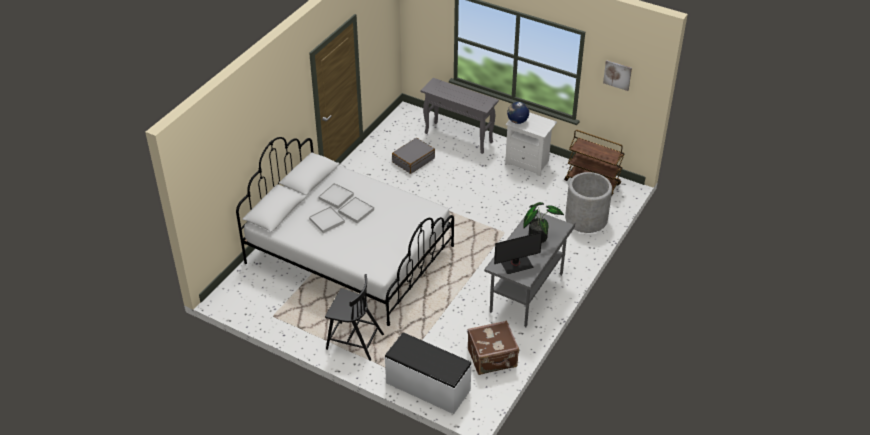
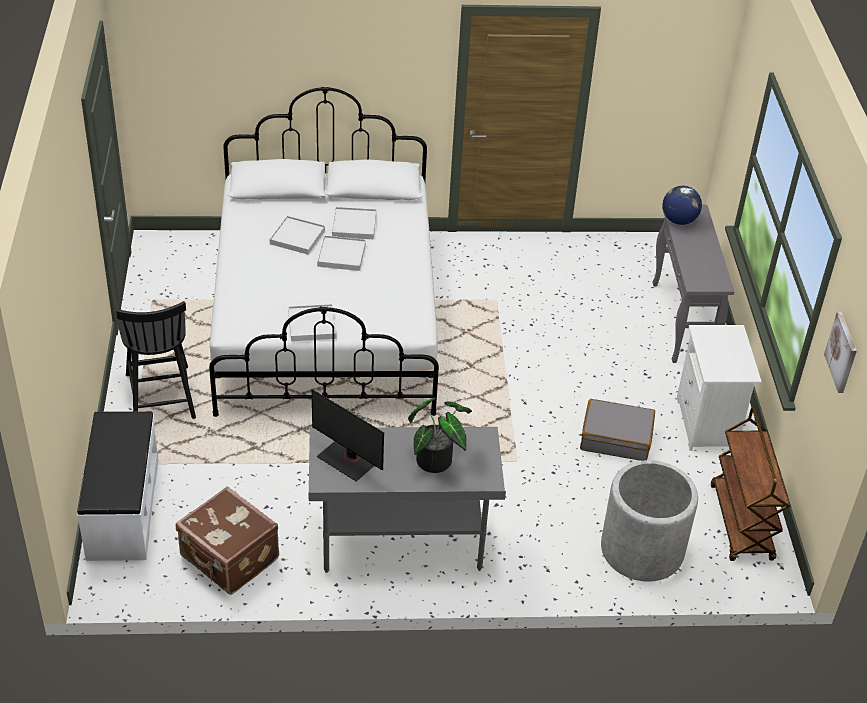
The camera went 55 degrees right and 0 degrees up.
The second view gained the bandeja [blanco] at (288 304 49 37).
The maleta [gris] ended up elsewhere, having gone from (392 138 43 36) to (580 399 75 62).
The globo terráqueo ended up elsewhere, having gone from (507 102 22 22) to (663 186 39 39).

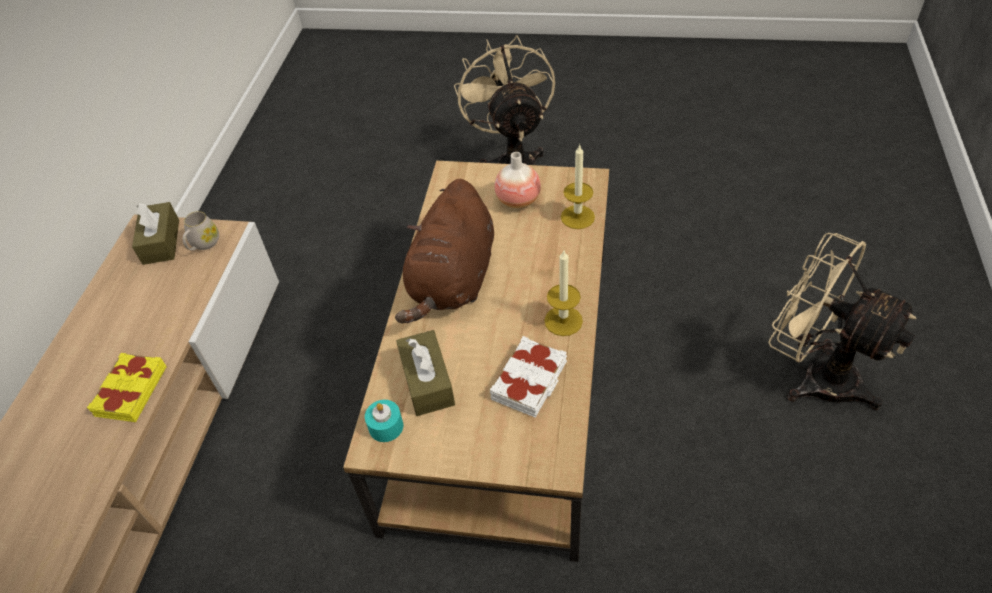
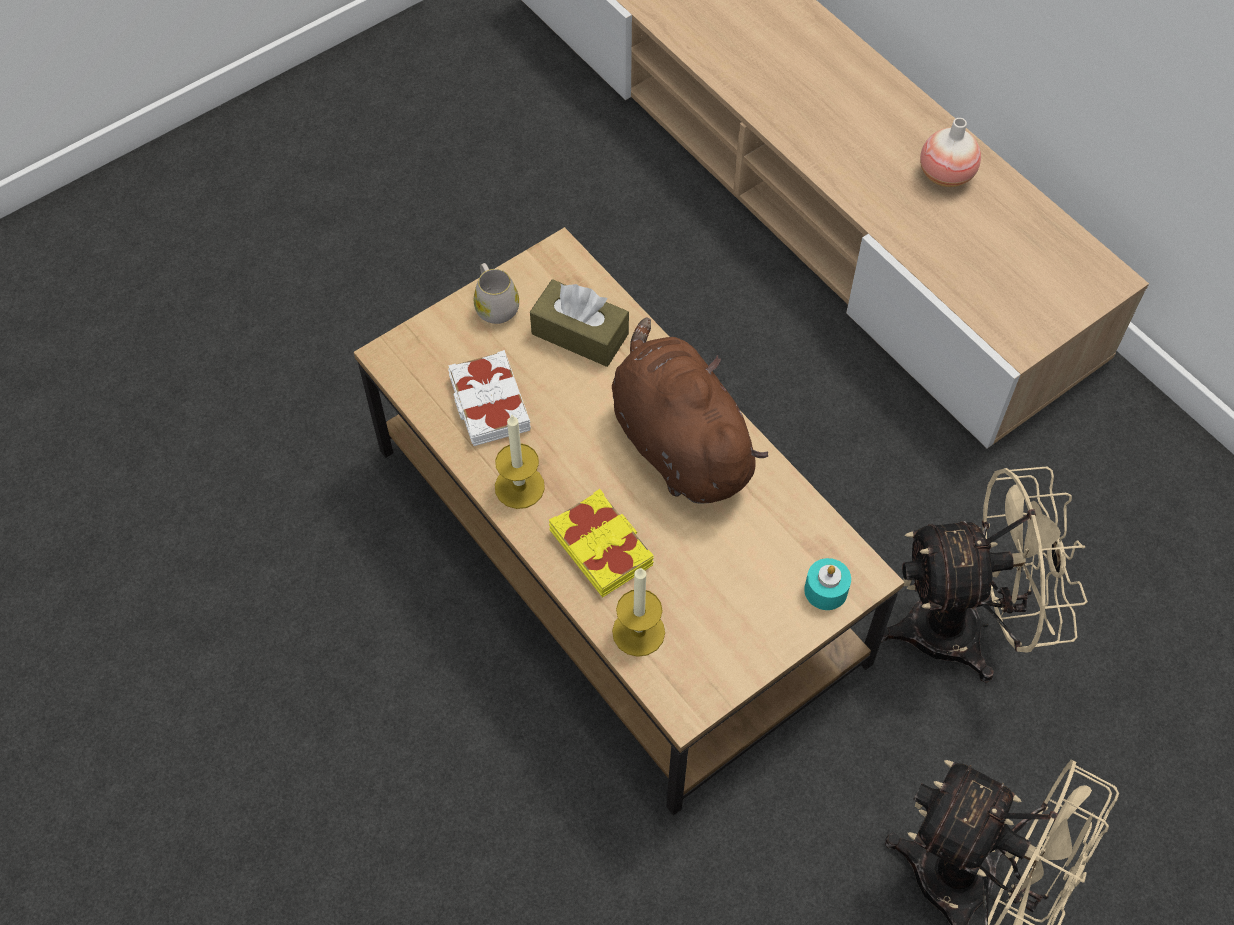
The camera went 130 degrees right and 10 degrees up.
The taza grande [blanco] ended up elsewhere, having gone from (183 211 36 40) to (474 263 45 61).
The libro [amarillo] ended up elsewhere, having gone from (87 353 80 69) to (549 489 105 109).
The vela [turquesa] ended up elsewhere, having gone from (365 400 38 42) to (804 558 47 52).
The ventilador [beis] ended up elsewhere, having gone from (768 233 149 177) to (881 466 207 217).
The florero ended up elsewhere, having gone from (495 152 46 56) to (920 118 61 69).
The second view lost the caja de pañuelos [marrón] at (132 202 47 63).

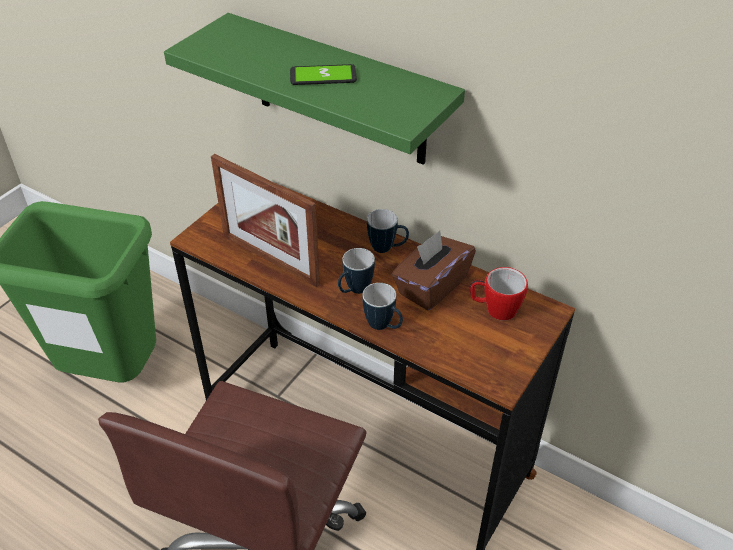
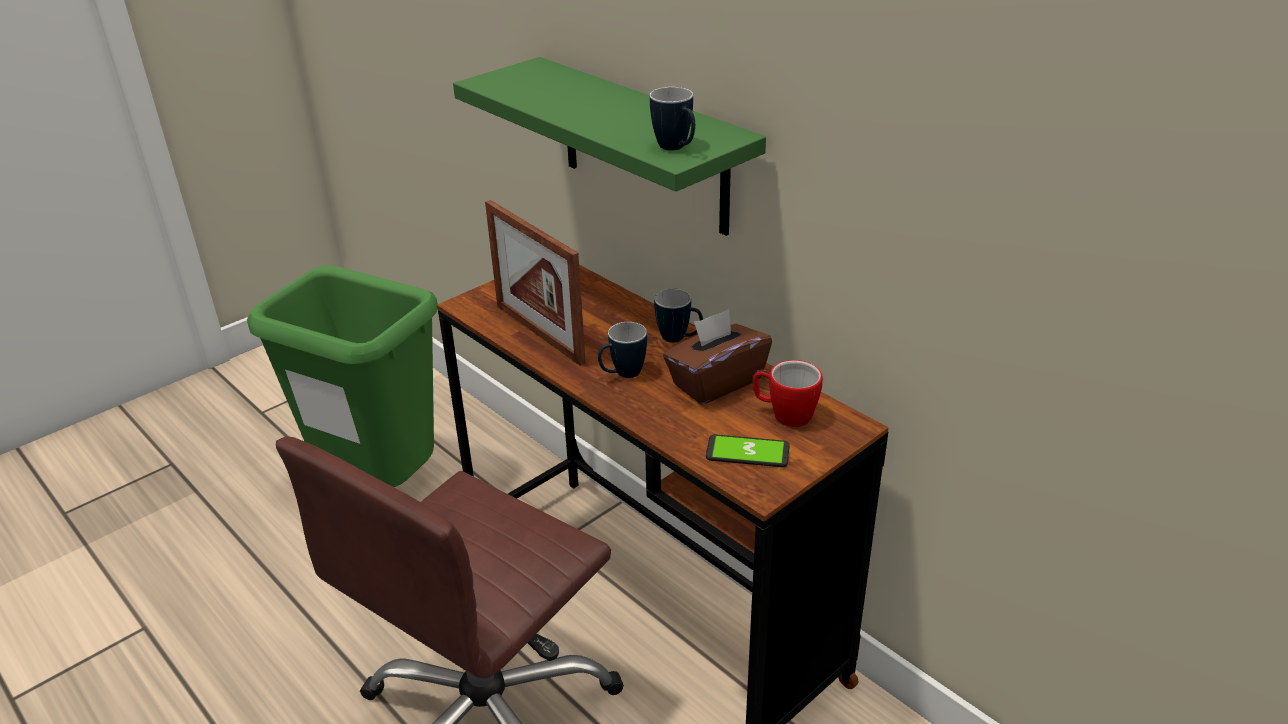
The camera went 15 degrees right and 10 degrees down.
The taza grande ended up elsewhere, having gone from (362 283 41 47) to (650 87 45 64).
The móvil ended up elsewhere, having gone from (290 64 67 21) to (706 434 84 33).

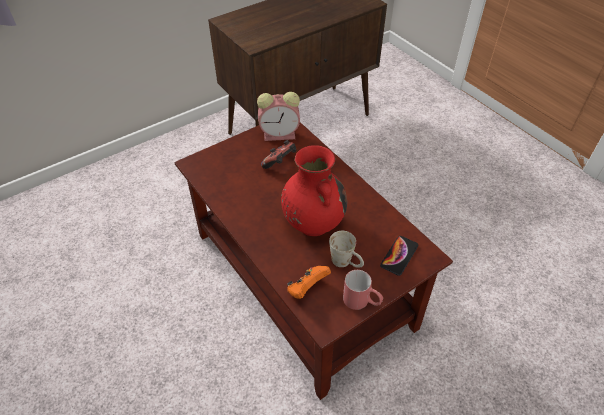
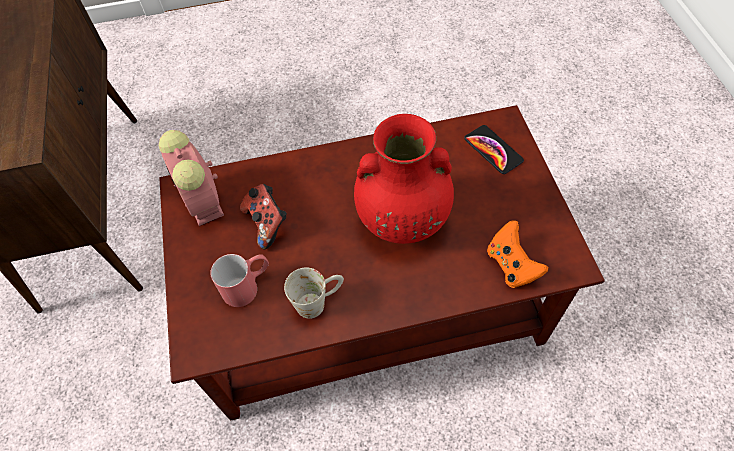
The camera went 65 degrees left and 10 degrees up.
The despertador at (257 92 43 49) ended up facing another way, 135 degrees clockwise from before.
The taza grande [rojo] ended up elsewhere, having gone from (343 270 40 40) to (210 254 59 53).
The taza grande [blanco] ended up elsewhere, having gone from (329 231 35 37) to (284 268 60 51).

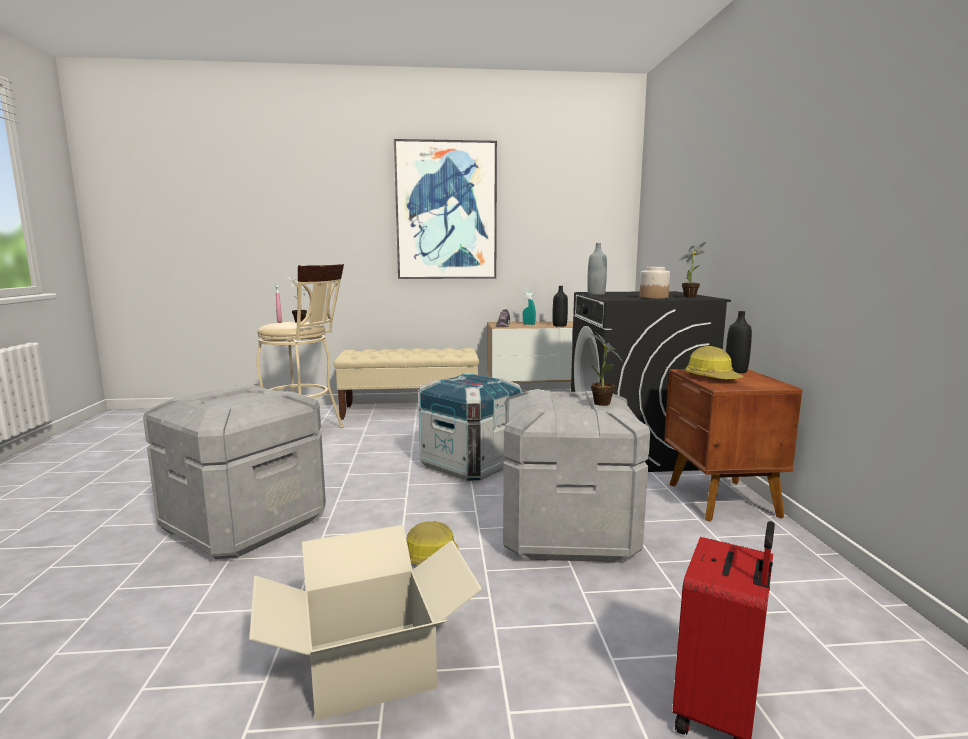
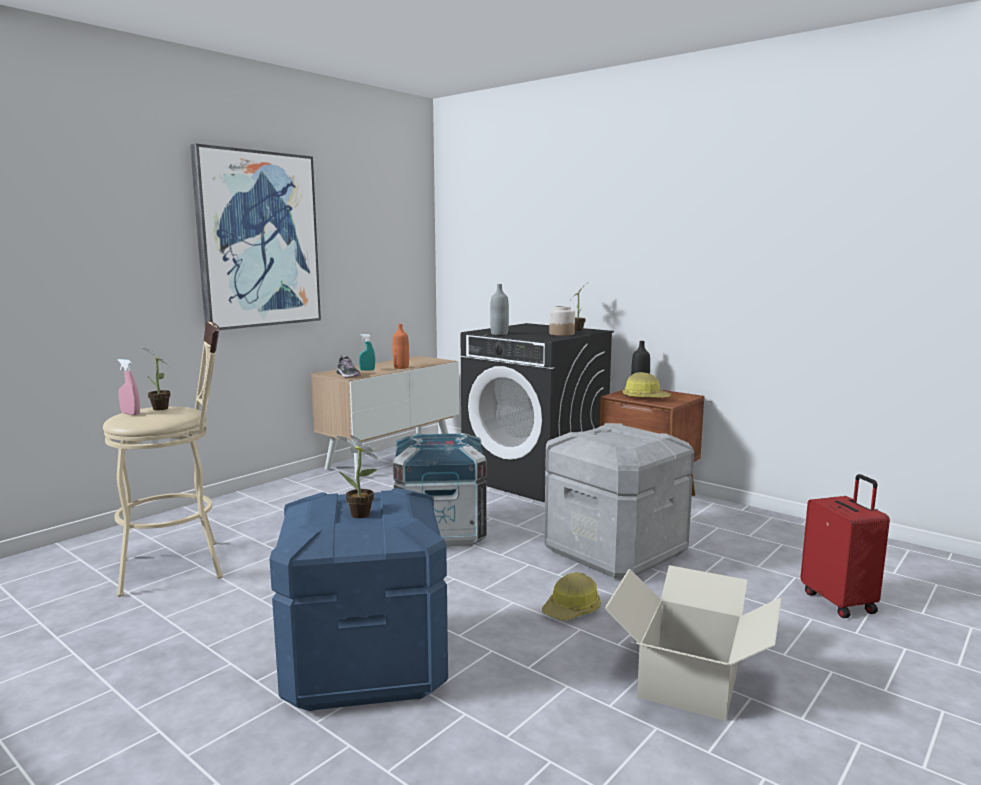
The camera went 45 degrees left and 0 degrees up.
What was the caja de almacenaje [gris] at (143 384 183 175) turned into the caja de almacenaje [azul] at (269 488 179 223).
The planta en maceta ended up elsewhere, having gone from (591 332 32 74) to (336 435 45 83).
What was the botella [negro] at (552 286 16 41) turned into the botella [naranja] at (392 324 17 45).
The second view lost the banco [beis] at (334 348 145 72).

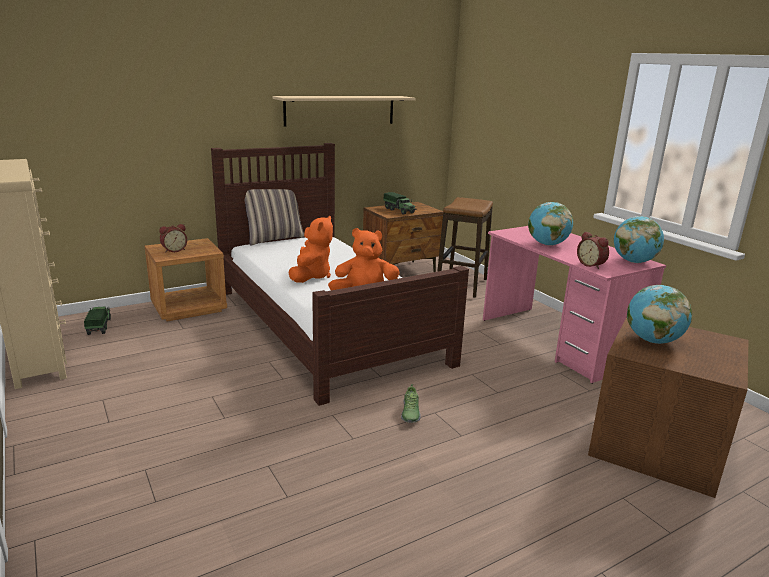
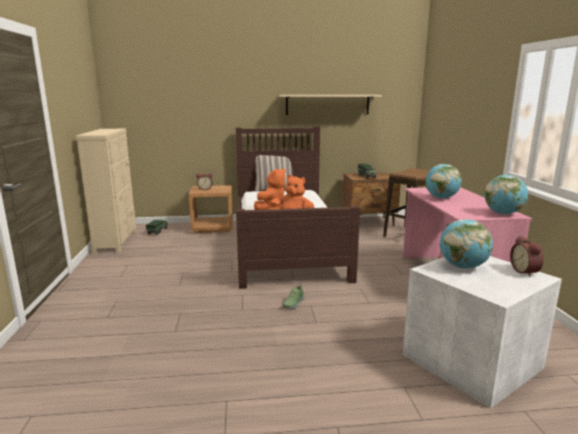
The camera went 25 degrees right and 5 degrees down.
What was the caja de almacenaje [marrón] at (588 317 160 181) turned into the caja de almacenaje [blanco] at (403 256 159 152).
The despertador ended up elsewhere, having gone from (577 232 32 37) to (510 236 34 41).

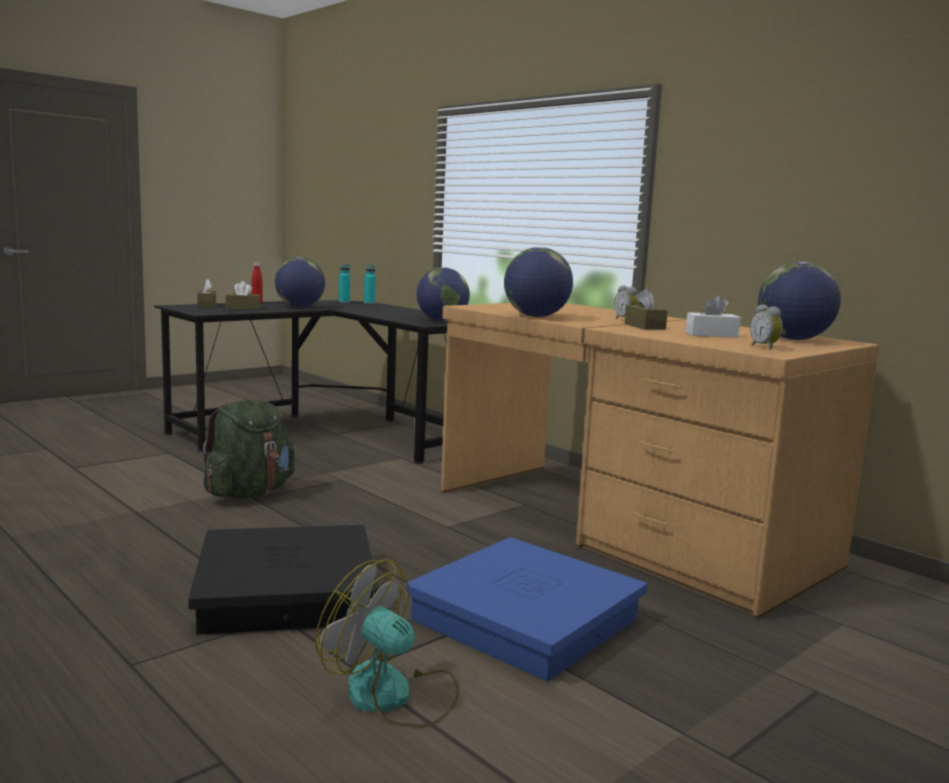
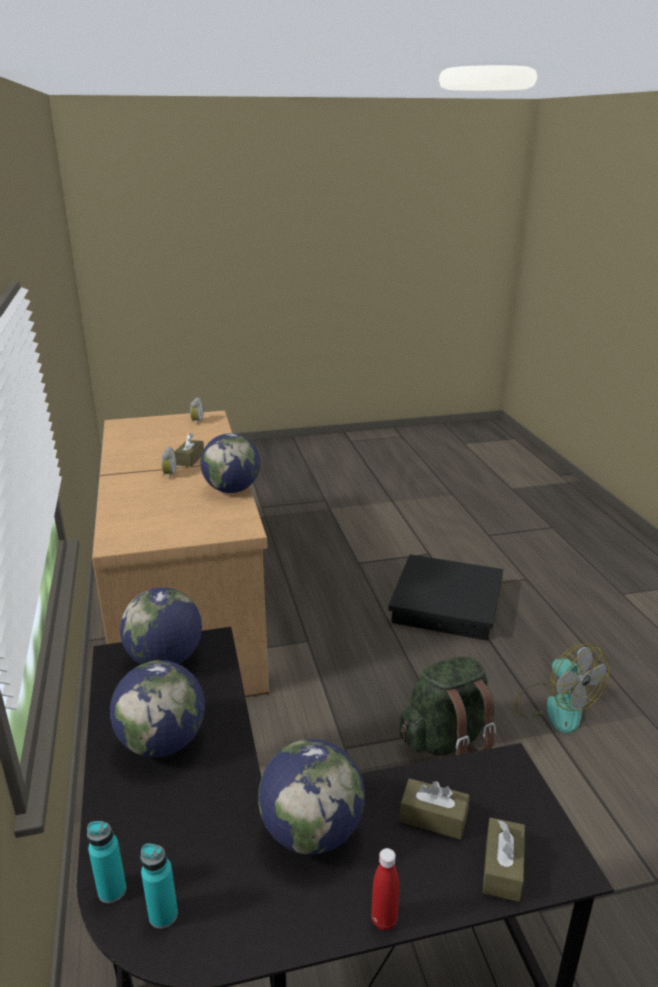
The camera went 150 degrees left and 15 degrees up.
The globo terráqueo ended up elsewhere, having gone from (758 262 83 78) to (110 660 95 97).
The ventilador ended up elsewhere, having gone from (315 559 144 169) to (515 644 94 89).
The second view lost the caja de almacenaje [azul] at (404 537 244 144).
The second view lost the caja de pañuelos [blanco] at (686 295 55 43).

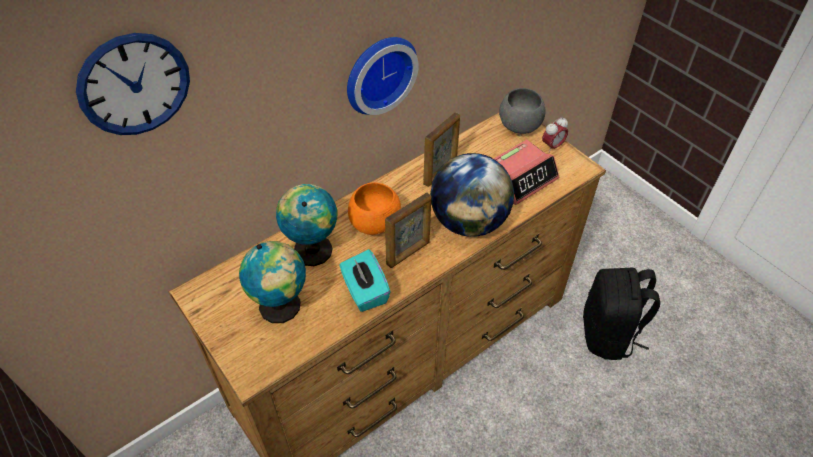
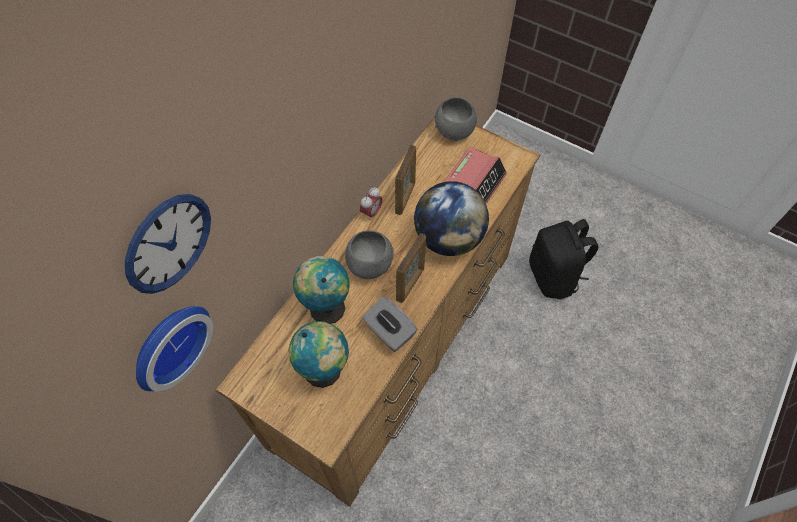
The camera went 20 degrees left and 10 degrees up.
The reloj de pared ended up elsewhere, having gone from (347 37 72 78) to (136 306 77 86).
What was the cuenco [naranja] at (348 182 53 53) turned into the cuenco [gris] at (345 230 49 49).
The despertador ended up elsewhere, having gone from (542 117 26 36) to (360 187 22 32).
What was the caja de pañuelos [turquesa] at (339 249 52 63) turned into the caja de pañuelos [gris] at (362 296 56 56).

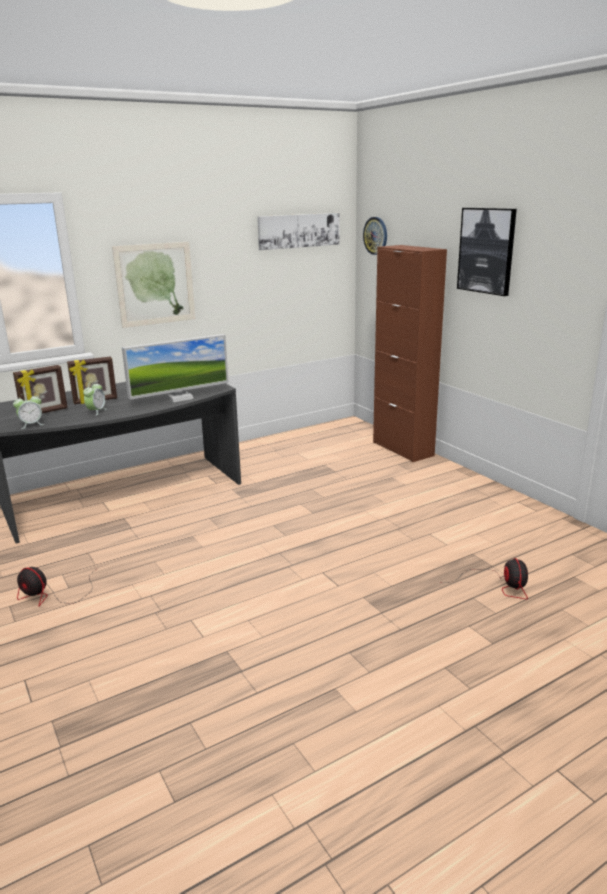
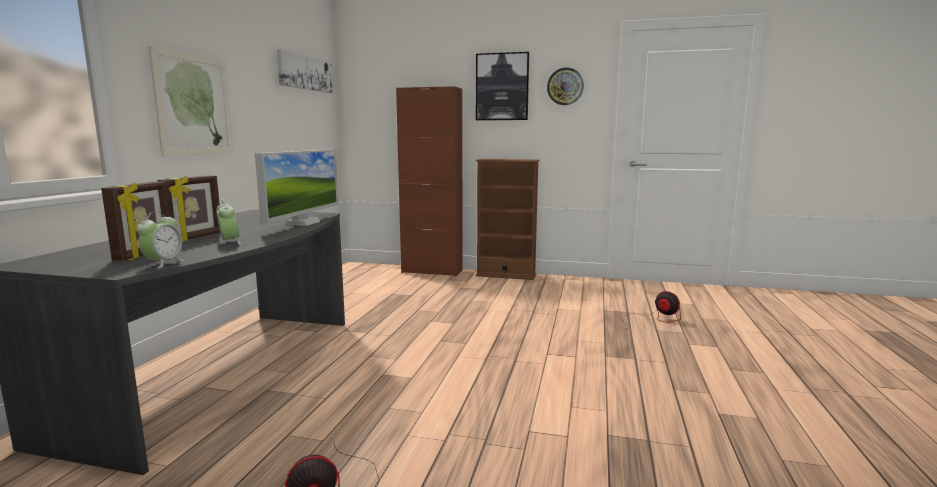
The camera went 45 degrees left and 10 degrees down.
The second view gained the estantería [marrón] at (476 159 63 121).
The reloj de pared ended up elsewhere, having gone from (363 217 24 38) to (547 68 37 37).

